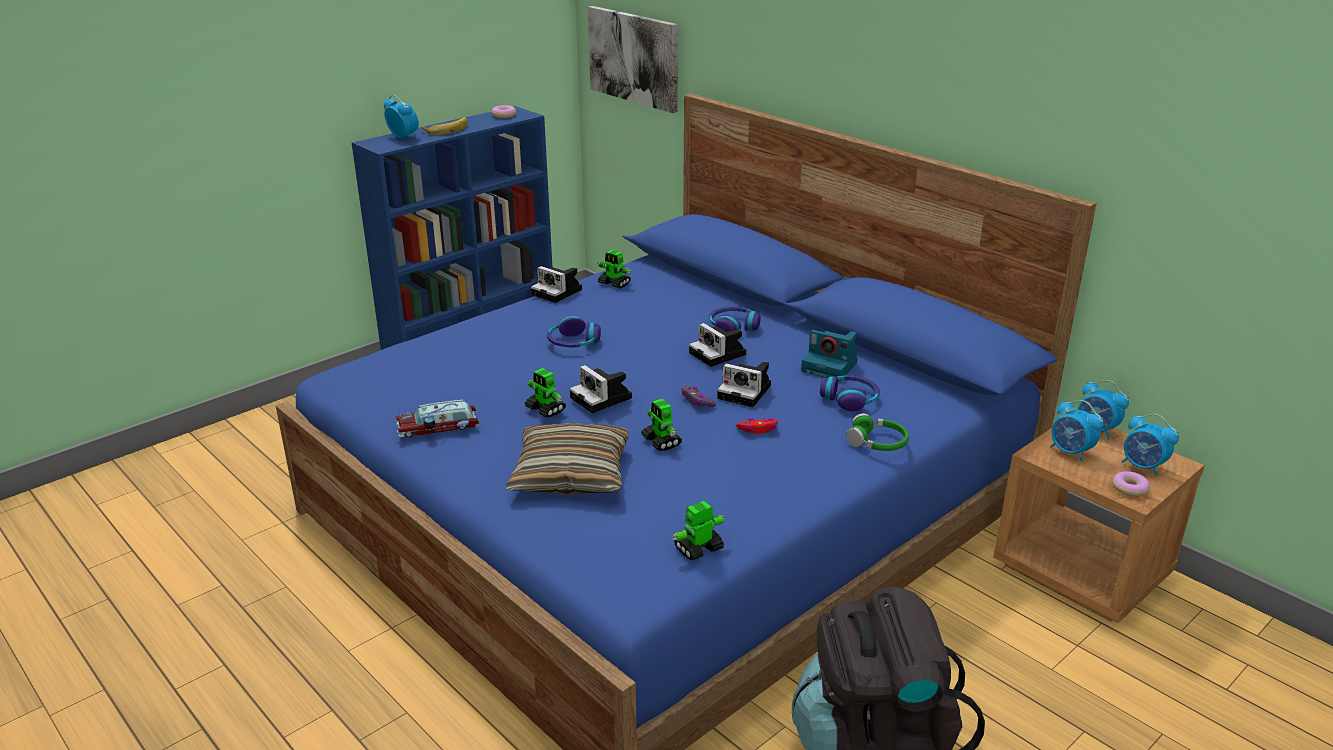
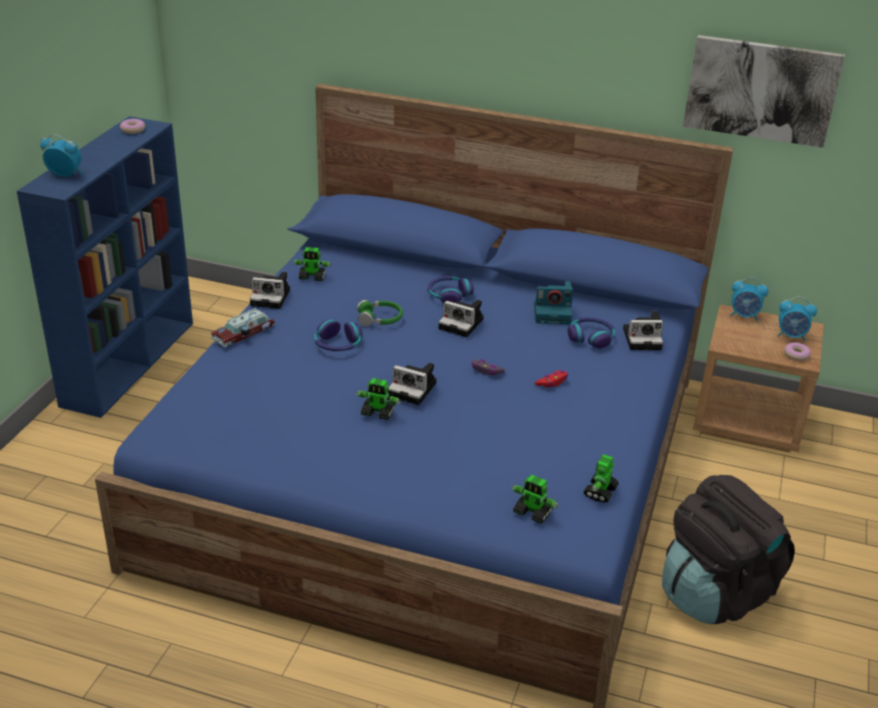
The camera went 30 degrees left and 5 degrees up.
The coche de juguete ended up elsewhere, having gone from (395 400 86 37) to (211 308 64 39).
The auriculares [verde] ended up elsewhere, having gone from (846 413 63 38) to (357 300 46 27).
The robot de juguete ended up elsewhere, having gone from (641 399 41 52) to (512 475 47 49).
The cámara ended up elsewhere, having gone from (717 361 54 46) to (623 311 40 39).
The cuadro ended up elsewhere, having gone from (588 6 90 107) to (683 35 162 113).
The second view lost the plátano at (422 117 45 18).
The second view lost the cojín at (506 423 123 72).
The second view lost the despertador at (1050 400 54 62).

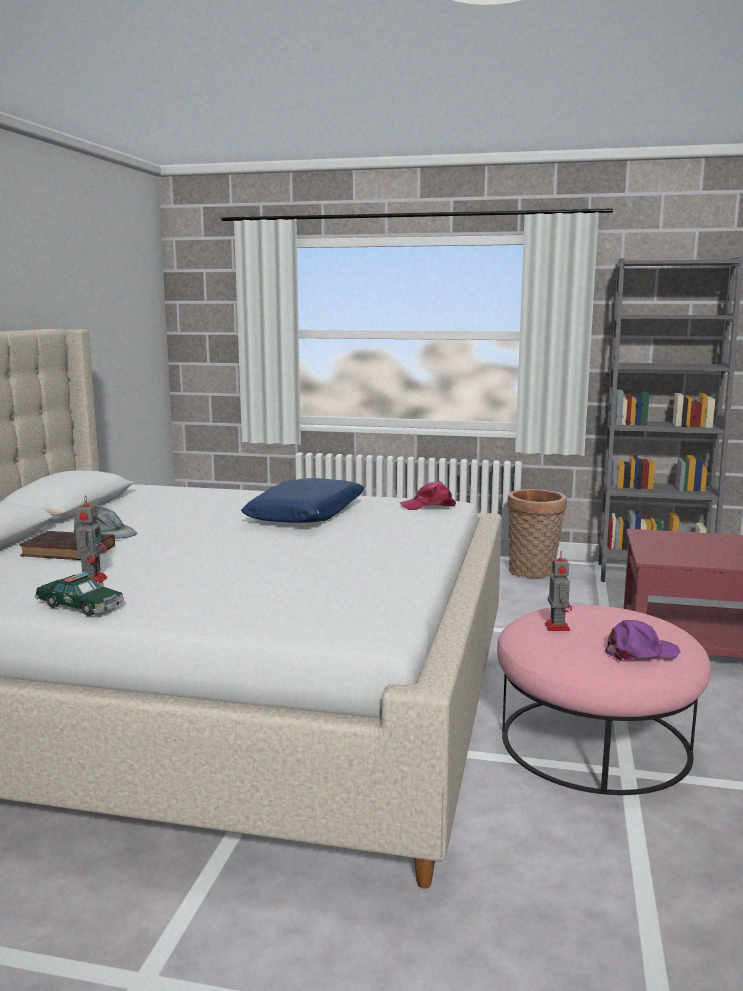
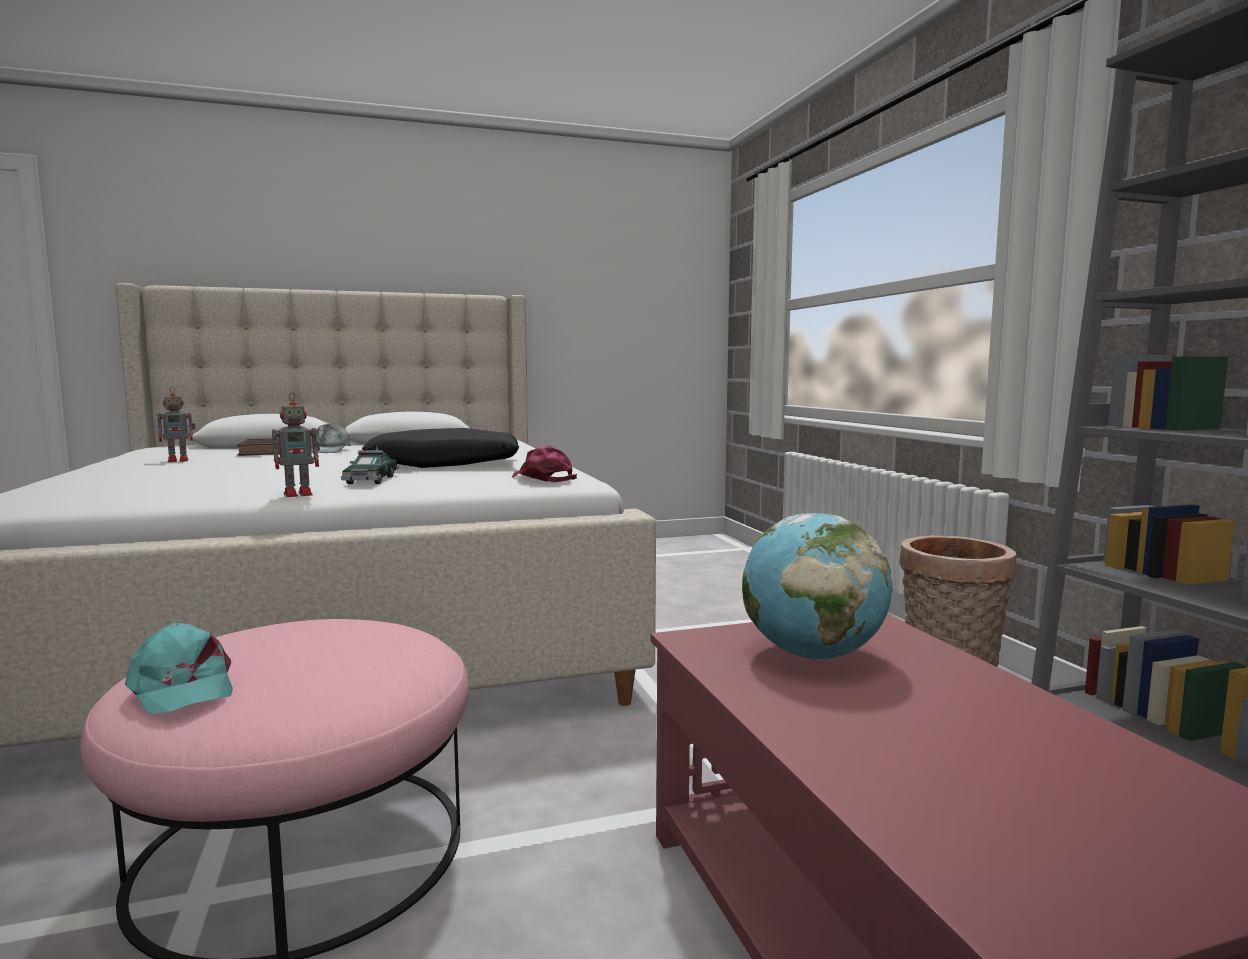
The camera went 60 degrees right and 5 degrees down.
What was the gorra [morado] at (605 620 76 41) turned into the gorra [turquesa] at (125 623 108 91).
The robot de juguete ended up elsewhere, having gone from (545 551 27 80) to (272 392 48 105).
The coche de juguete ended up elsewhere, having gone from (35 572 89 44) to (341 450 58 34).
What was the cojín [azul] at (241 478 124 45) turned into the cojín [negro] at (362 428 157 40).
The second view gained the globo terráqueo at (742 513 150 147).

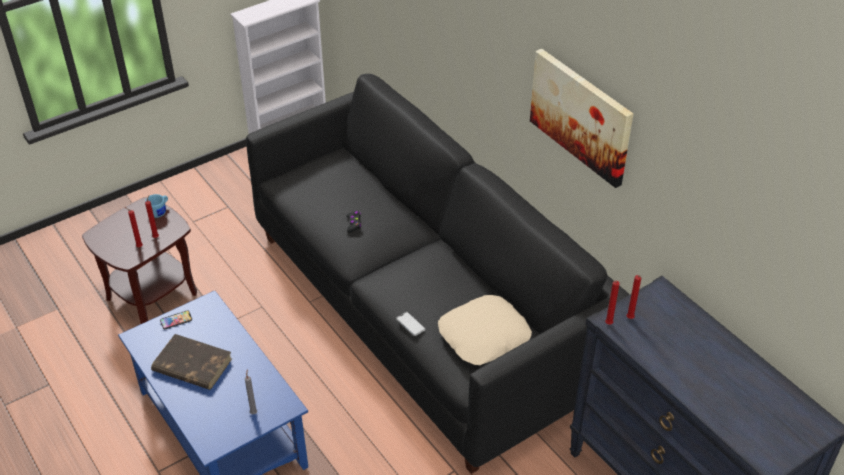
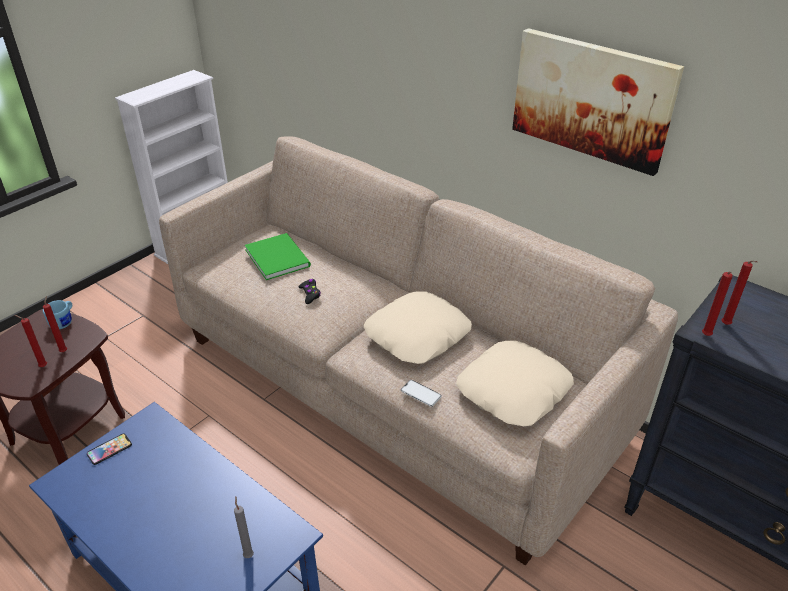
The camera went 15 degrees left and 5 degrees down.
What was the sofá [negro] at (246 74 384 400) turned into the sofá [beis] at (159 136 519 430).
The second view gained the libro [verde] at (245 233 66 47).
The second view gained the cojín [beis] at (364 291 108 73).
The second view lost the libro [marrón] at (151 334 81 56).

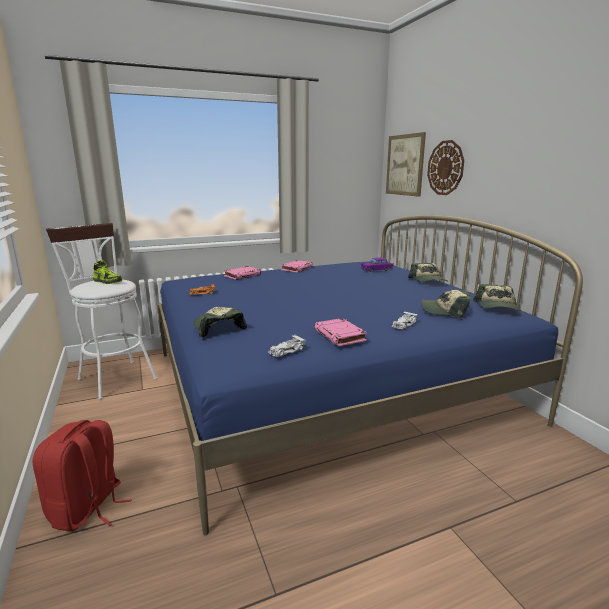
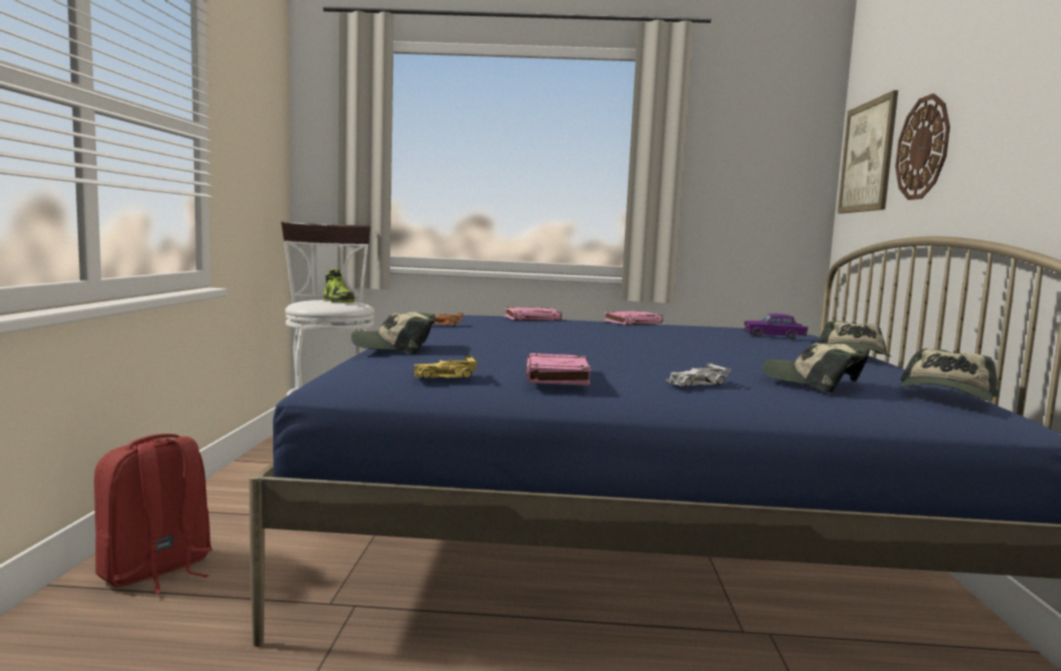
The camera went 25 degrees right and 10 degrees down.
The gorra at (193 307 54 30) ended up facing another way, 90 degrees counterclockwise from before.
What was the coche de juguete [blanco] at (268 334 38 24) turned into the coche de juguete [amarillo] at (413 356 65 22).

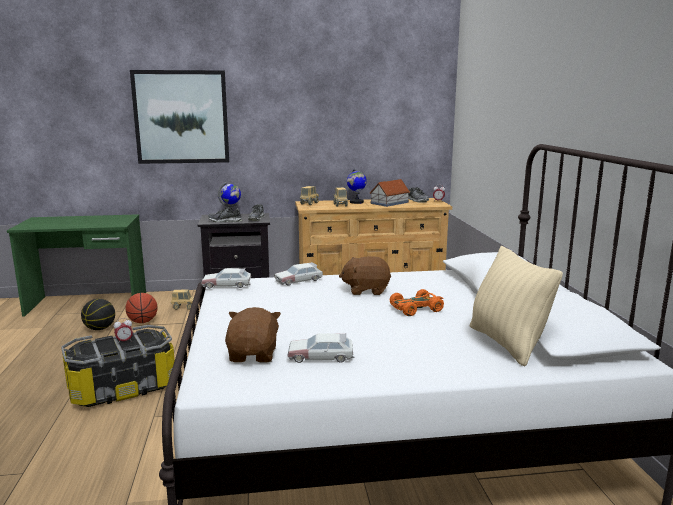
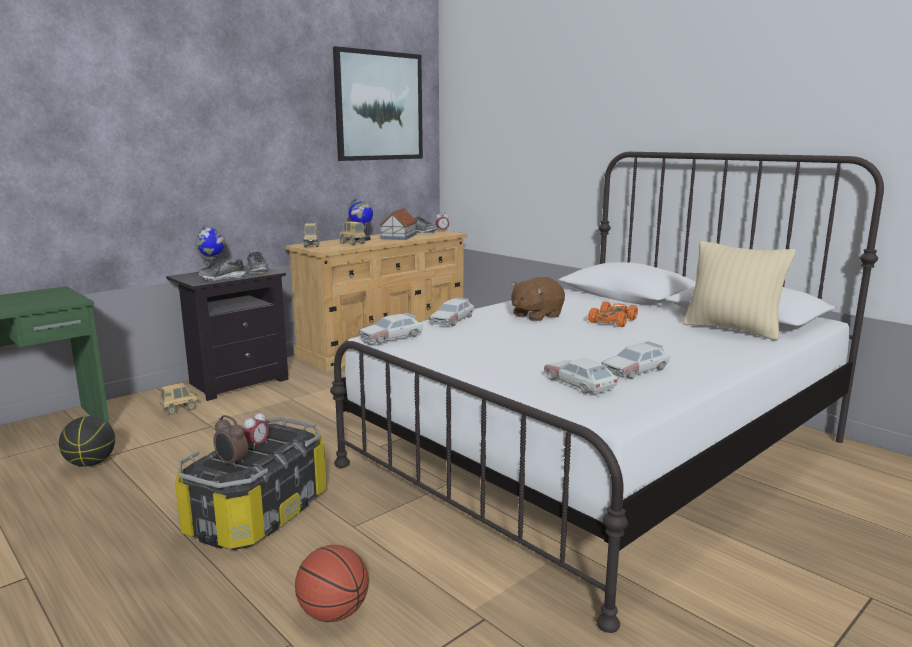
The camera went 35 degrees left and 0 degrees up.
The second view gained the despertador at (213 415 35 53).
The balón de baloncesto ended up elsewhere, having gone from (125 293 33 30) to (295 545 74 77).
The cuadro ended up elsewhere, having gone from (130 70 99 94) to (333 46 90 115).
Where the peluche [marrón] stood at (225 307 56 56), the coche de juguete came to stand at (544 358 74 36).

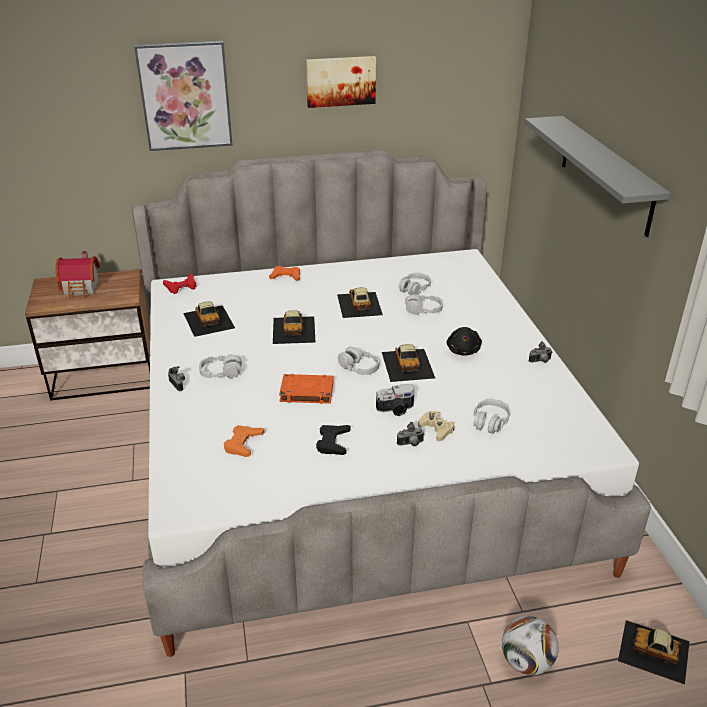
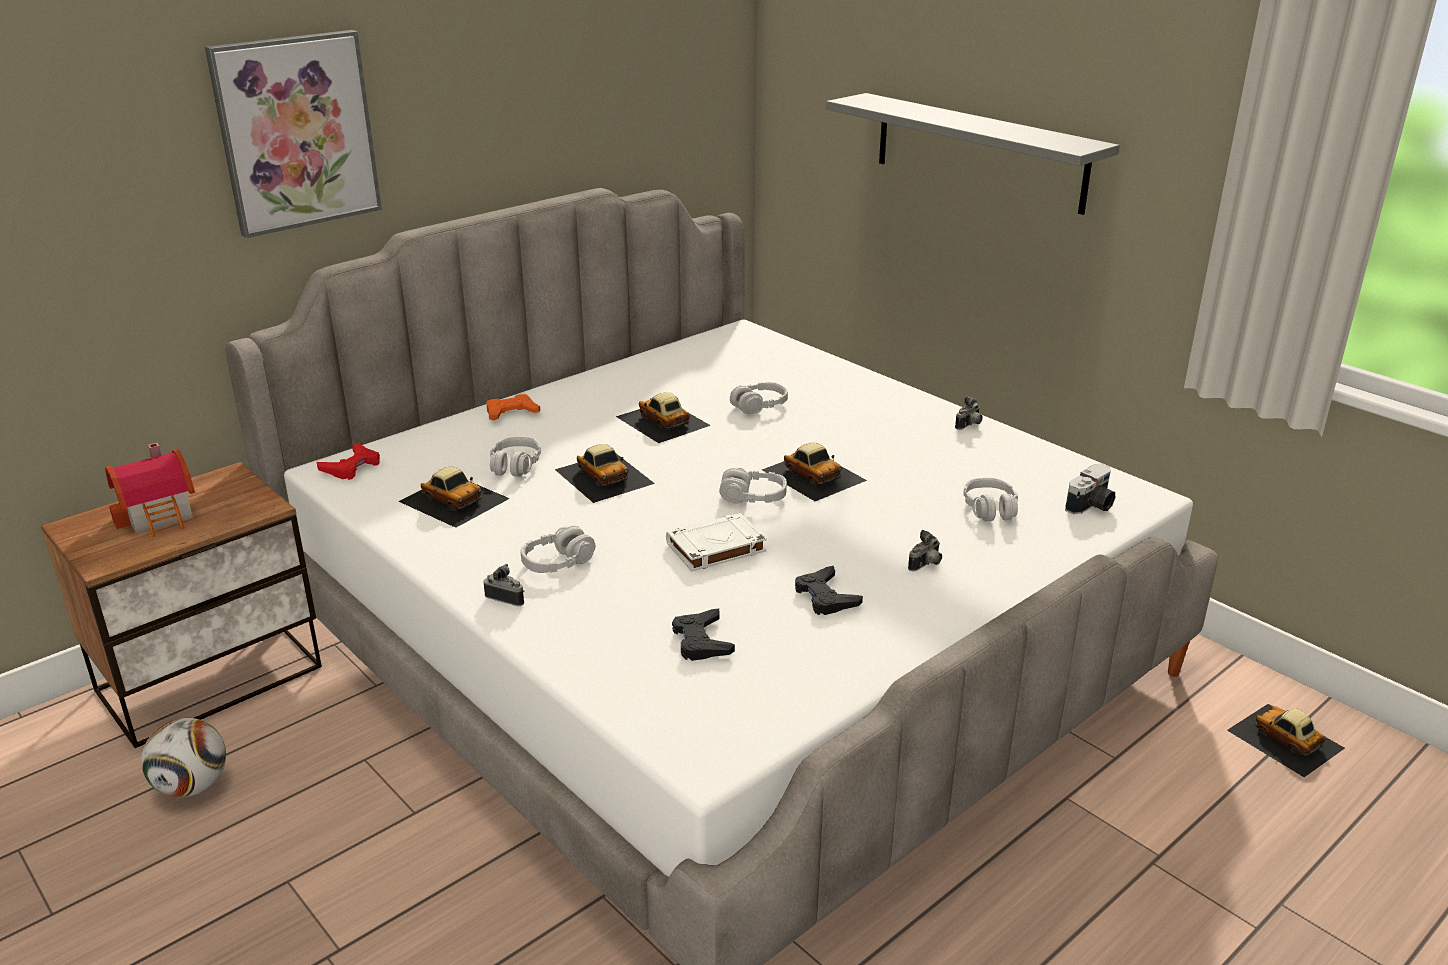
The camera went 30 degrees left and 5 degrees down.
The balón de fútbol ended up elsewhere, having gone from (502 616 57 59) to (141 718 85 79).
The auriculares [gris] ended up elsewhere, having gone from (398 273 33 22) to (490 437 51 40).
What was the libro [naranja] at (279 374 55 30) turned into the libro [blanco] at (666 513 101 59).
What was the mando de consola [naranja] at (224 425 40 32) turned into the mando de consola [negro] at (672 609 63 52).
The cámara ended up elsewhere, having gone from (376 384 39 32) to (1065 464 51 50).
The coche de juguete at (618 620 72 64) ended up facing another way, 60 degrees clockwise from before.
The second view lost the cuadro at (306 56 70 52).
The second view lost the mando de consola [beis] at (418 411 37 30).
The second view lost the peluche [negro] at (447 327 35 29).

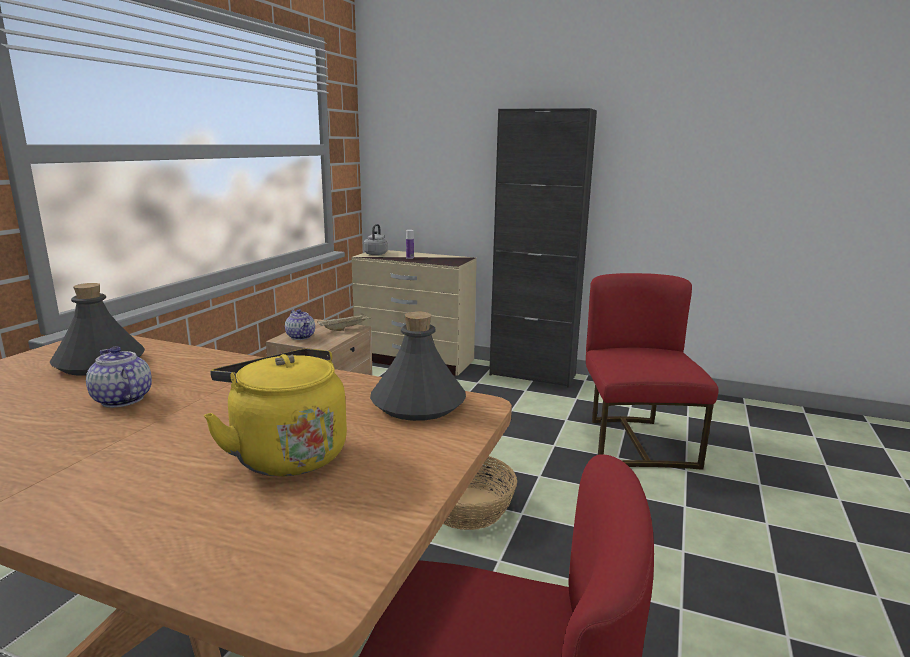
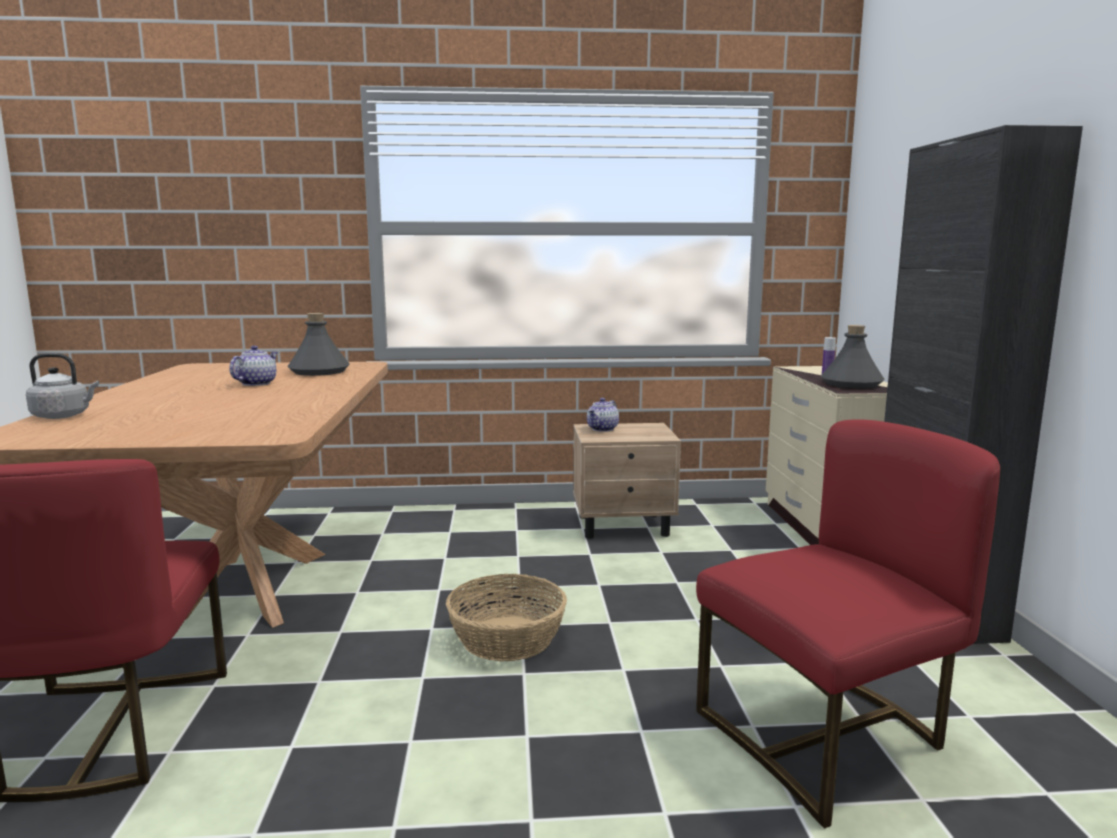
The camera went 65 degrees right and 5 degrees down.
The hervidor [gris] ended up elsewhere, having gone from (363 224 25 31) to (26 353 73 66).
The botella [gris] ended up elsewhere, having gone from (370 311 96 110) to (821 325 63 63).
The second view lost the hervidor [amarillo] at (203 348 144 128).
The second view lost the bandeja [beis] at (317 313 52 18).

